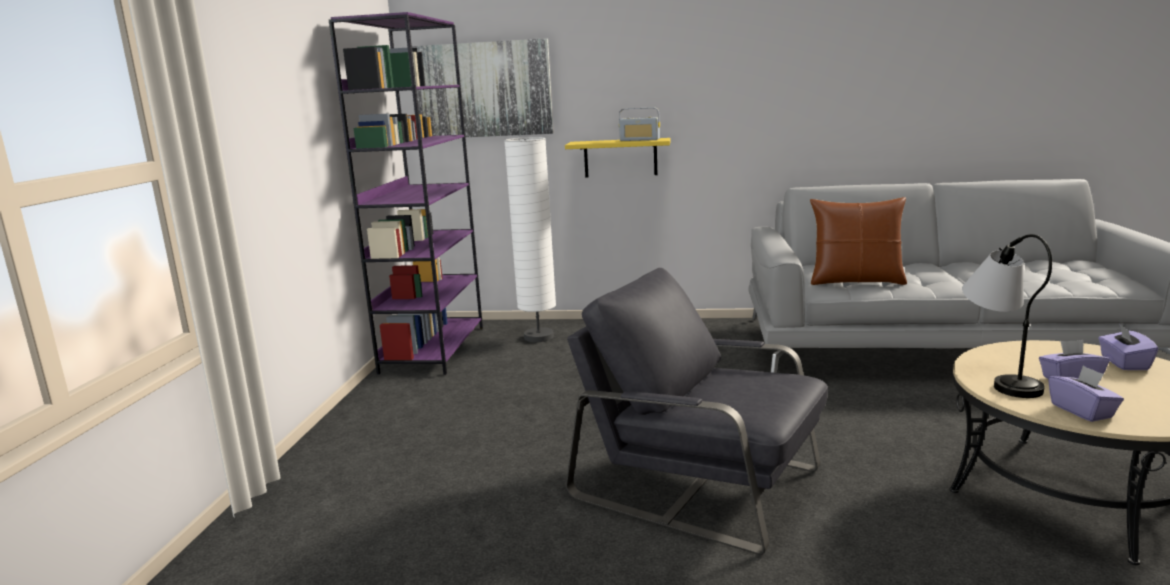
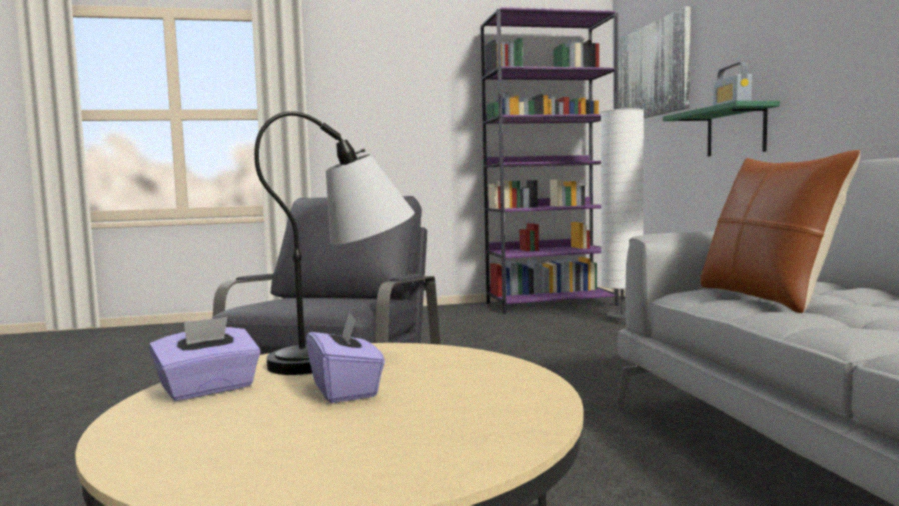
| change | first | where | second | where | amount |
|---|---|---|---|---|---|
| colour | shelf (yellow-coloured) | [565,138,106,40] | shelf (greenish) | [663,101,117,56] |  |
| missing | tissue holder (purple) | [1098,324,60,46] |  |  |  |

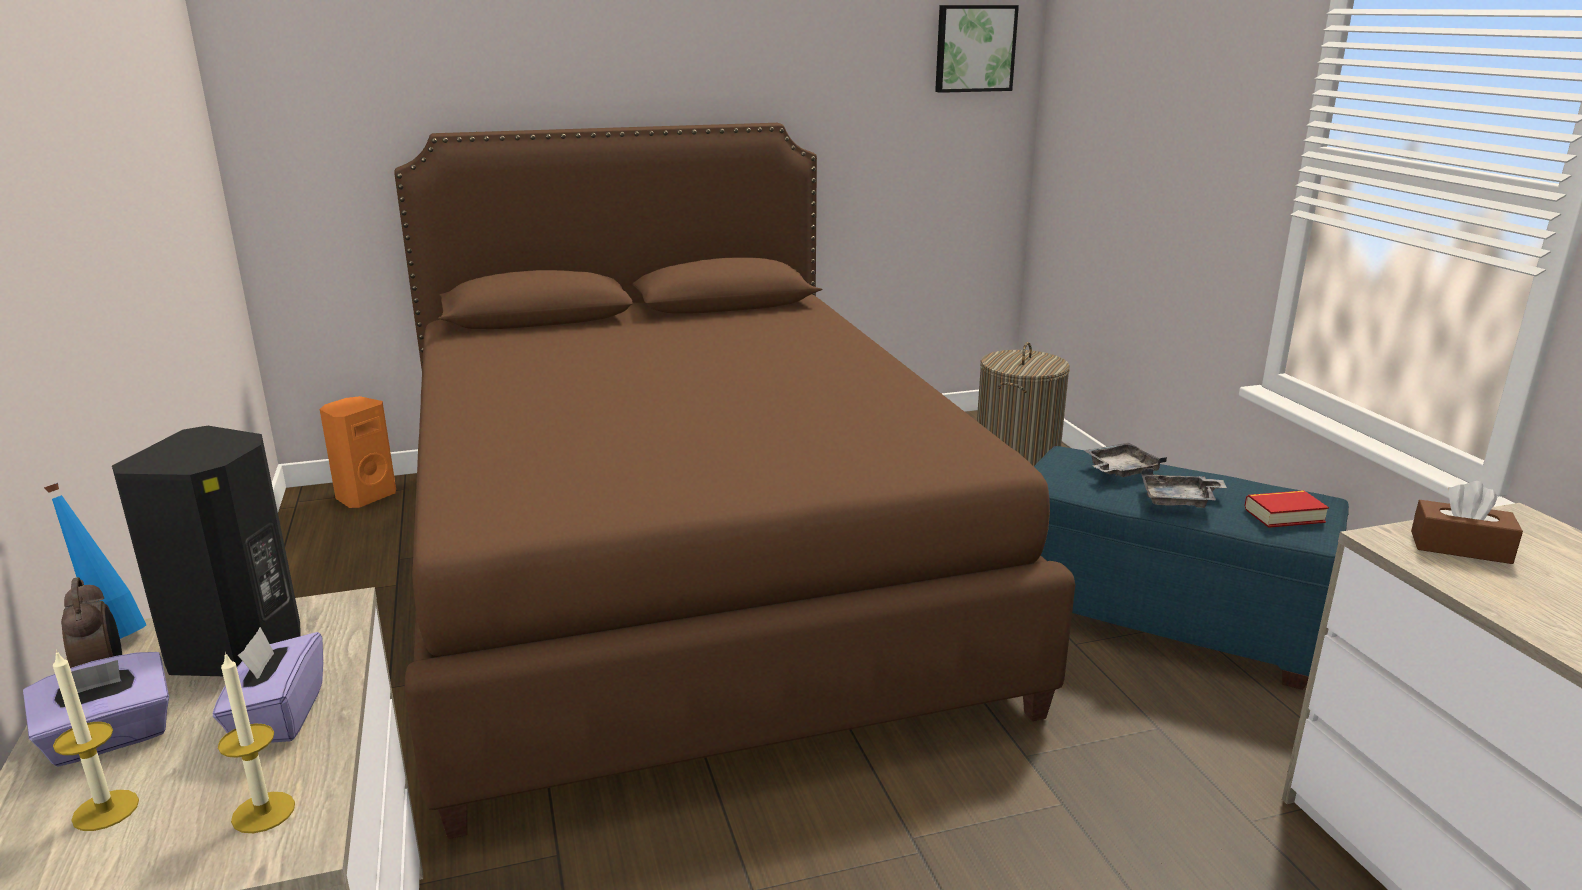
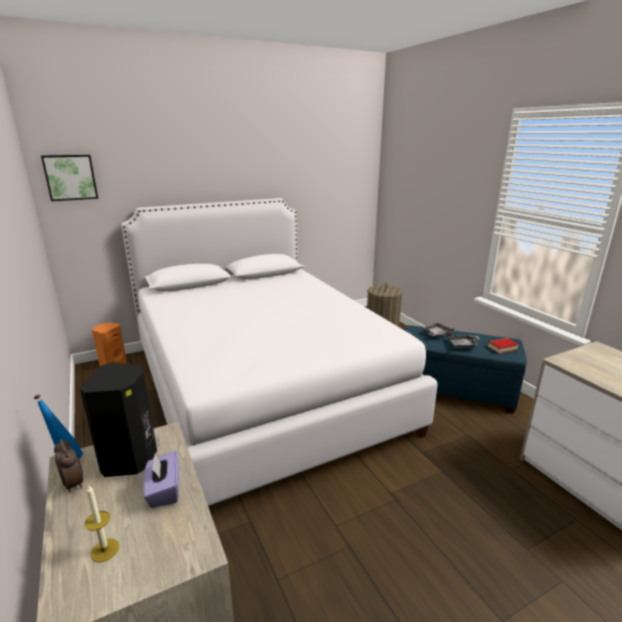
| change | first | where | second | where | amount |
|---|---|---|---|---|---|
| relocated | picture | [935,5,84,88] |  | [41,155,57,46] |  |
| colour | bed (brownish) | [394,123,681,716] | bed (whitish) | [121,198,317,309] |  |
| missing | tissue holder (purple) | [23,652,146,115] |  |  |  |
| missing | candle | [218,652,77,181] |  |  |  |
| missing | tissue holder (brownish) | [1411,481,112,83] |  |  |  |

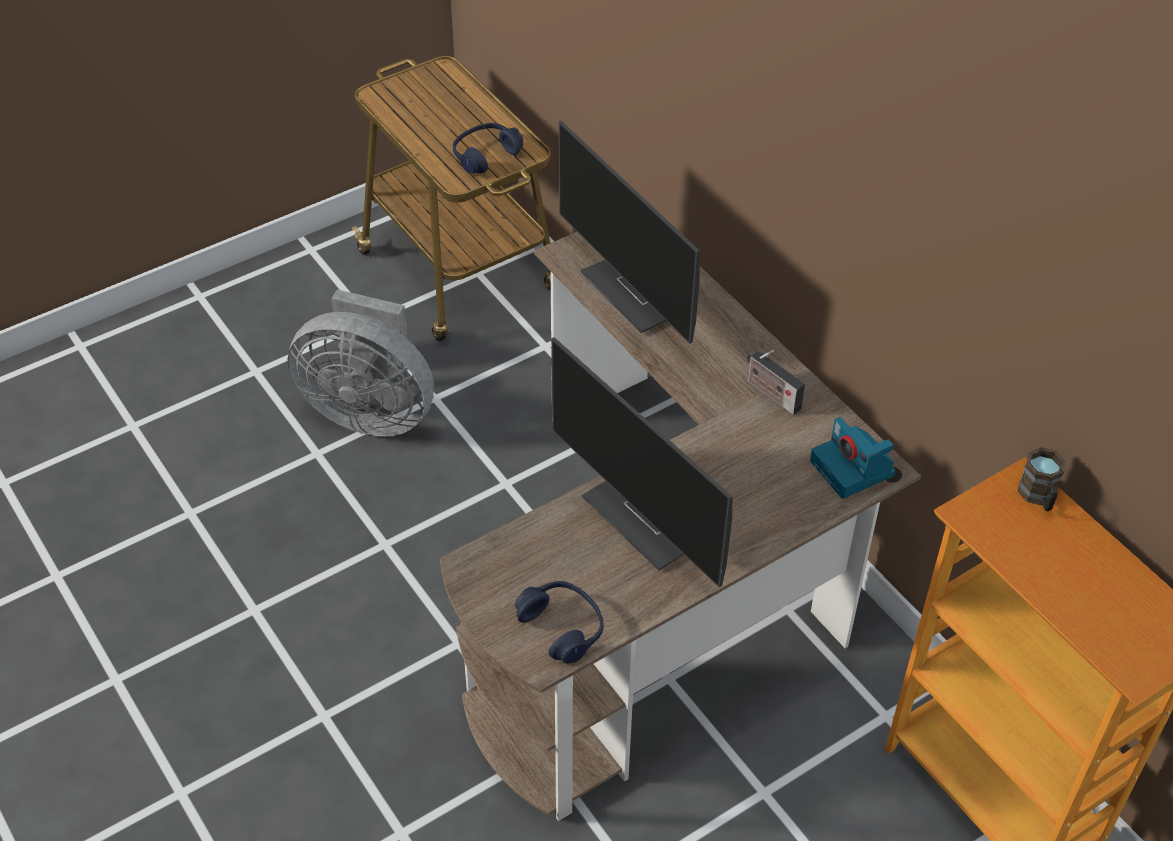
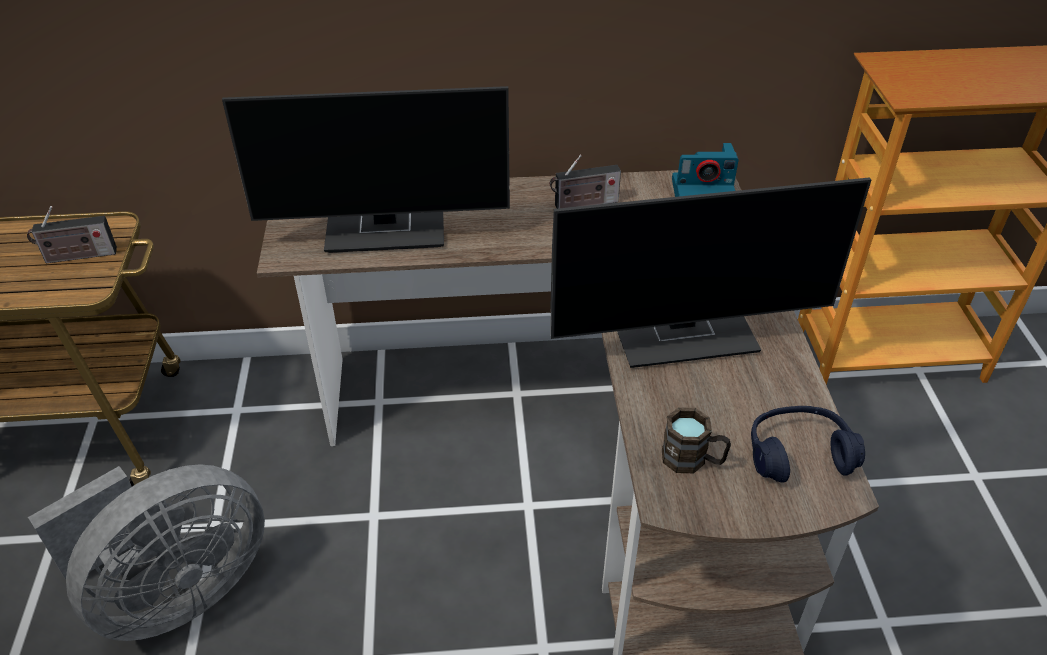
| change | first | where | second | where | amount |
|---|---|---|---|---|---|
| exchanged | headphones (bluish) | [453,123,70,51] | radio receiver | [27,206,90,57] |  |
| relocated | tea mug (brownish) | [1018,447,48,64] |  | [662,407,69,66] |  |

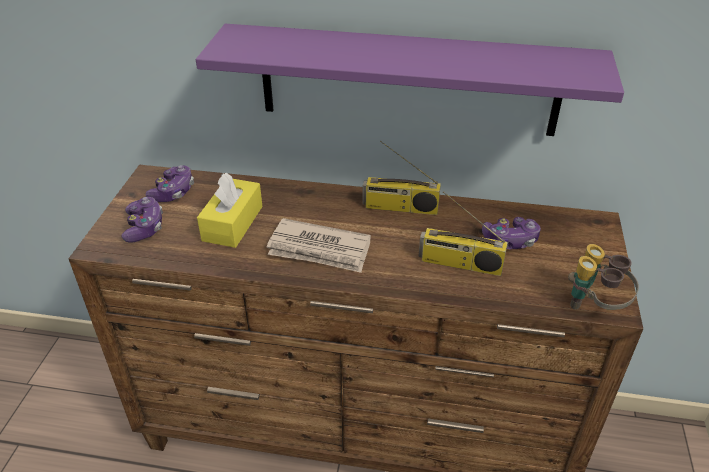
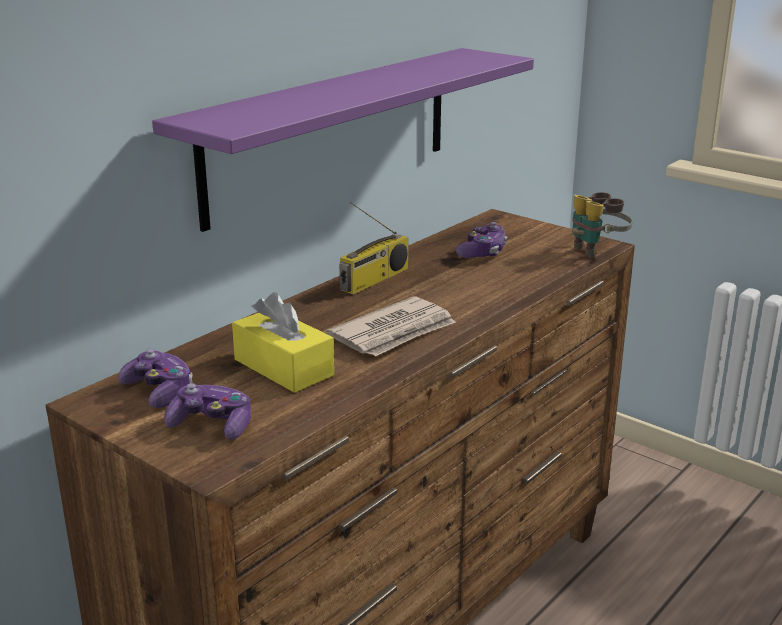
| change | first | where | second | where | amount |
|---|---|---|---|---|---|
| missing | radio receiver | [419,191,89,85] |  |  |  |

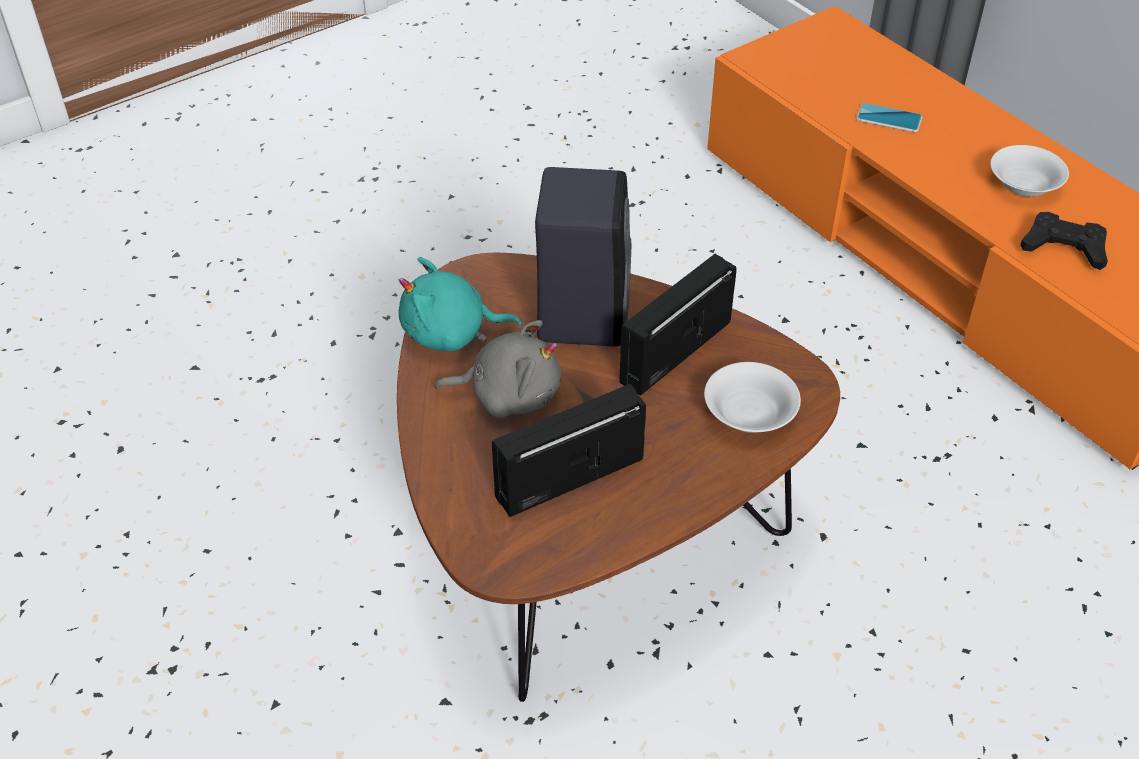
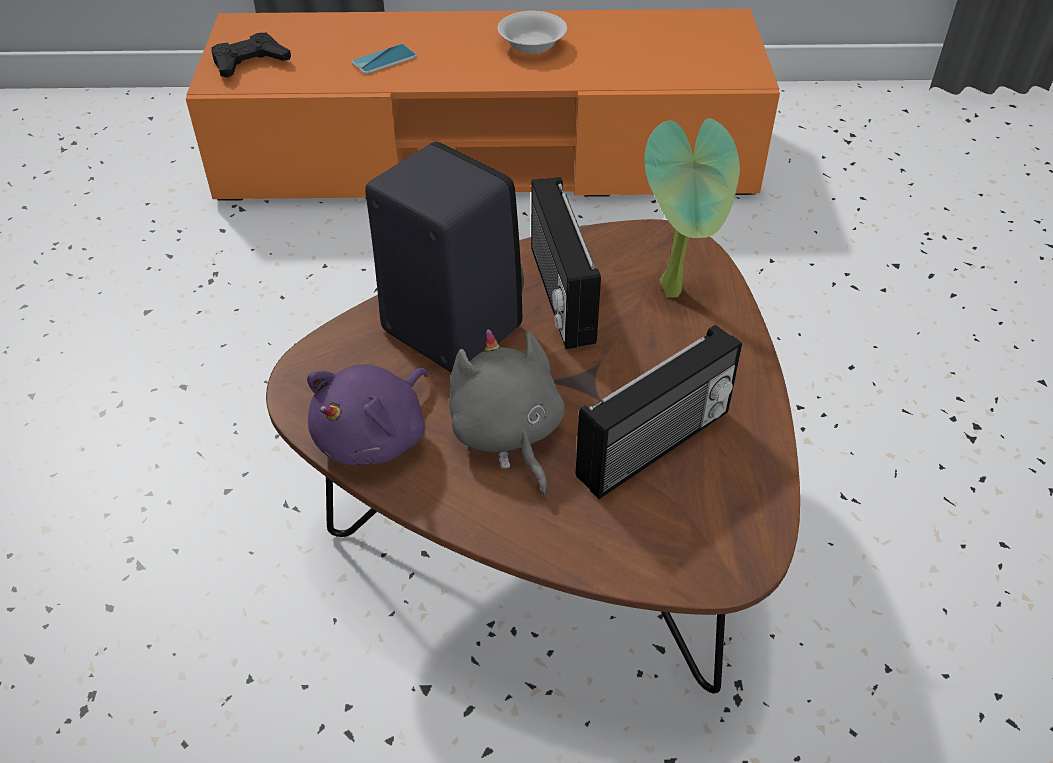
| change | first | where | second | where | amount |
|---|---|---|---|---|---|
| relocated | joypad (black-coloured) | [1020,212,88,58] |  | [211,33,80,45] |  |
| colour | plush toy (turquoise) | [399,257,123,94] | plush toy (purple) | [307,364,121,102] |  |
| spun | plush toy (grey) | [435,320,126,98] |  | [449,329,116,166] | 60 degrees counterclockwise |
| spun | radio receiver | [492,384,154,133] |  | [576,325,166,174] | 135 degrees counterclockwise |
| exchanged | serving bowl (whitish) | [704,362,97,71] | houseplant | [644,118,96,179] |  |

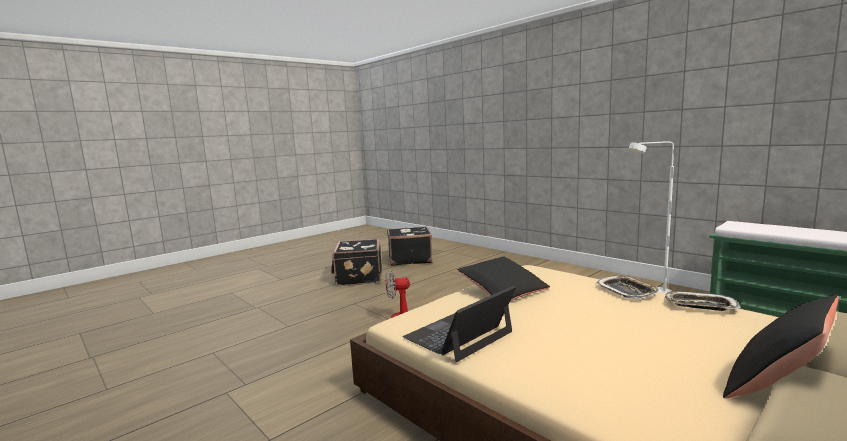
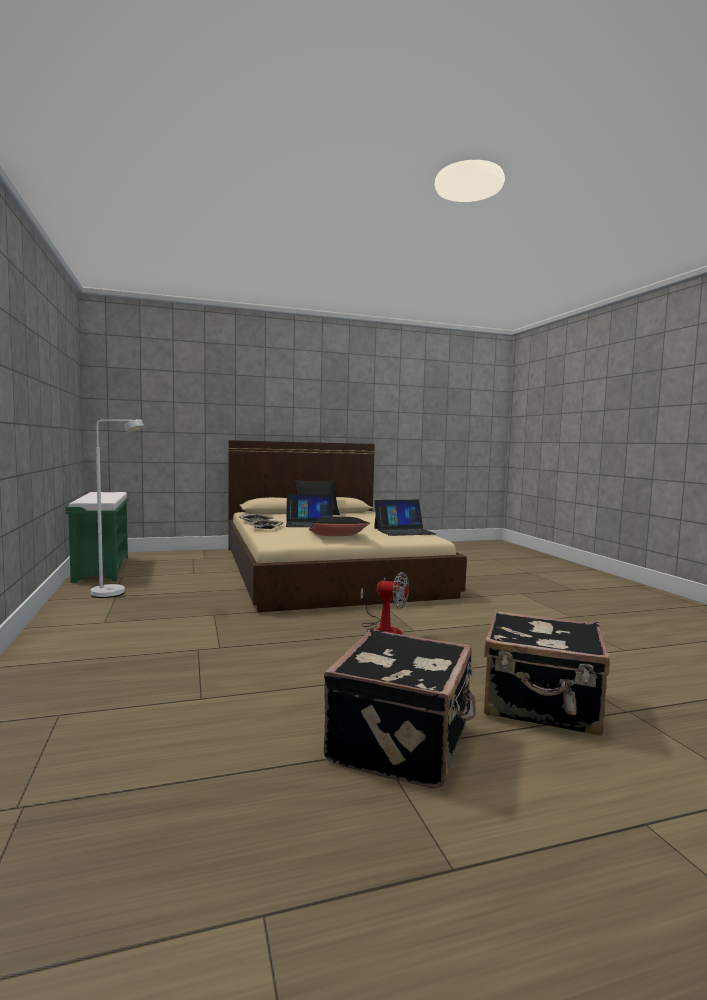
| change | first | where | second | where | amount |
|---|---|---|---|---|---|
| appeared |  |  | notebook computer | [286,494,47,33] |  |
| relocated | piece of luggage (black-coloured) | [387,226,45,40] |  | [484,610,126,126] |  |

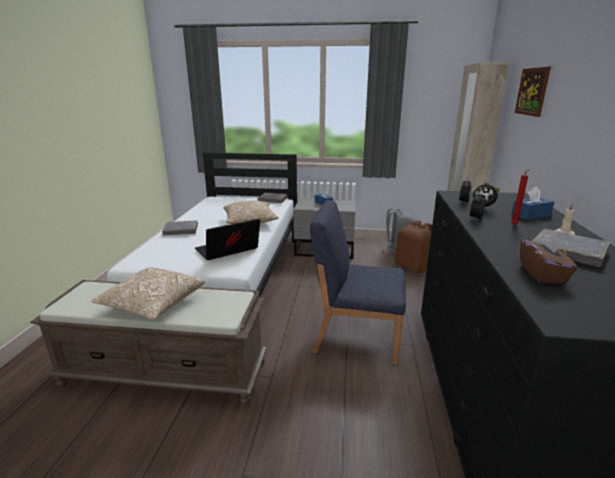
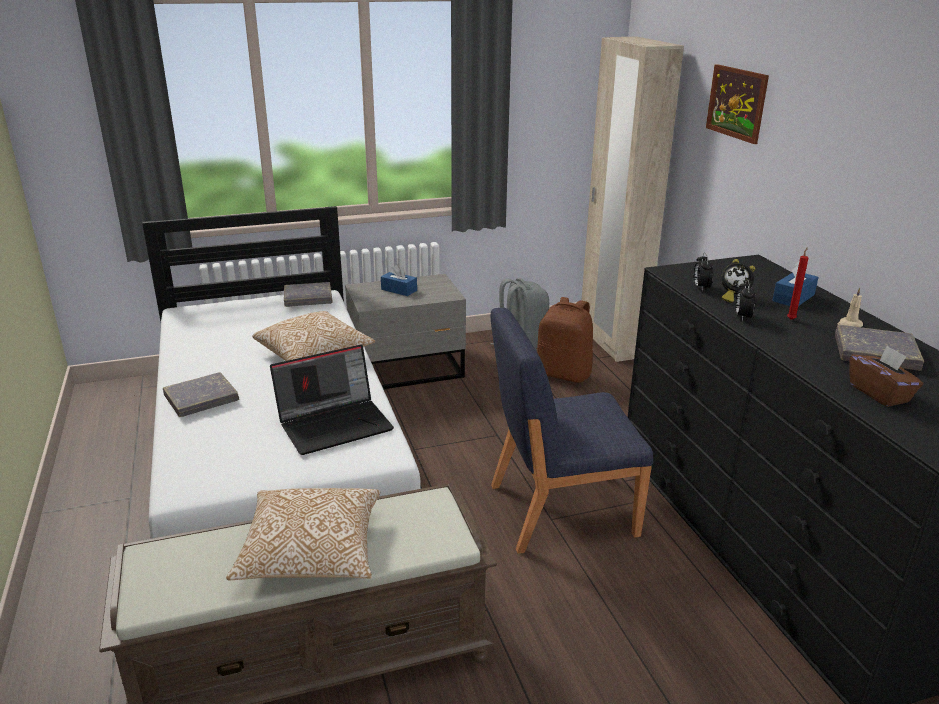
| change | first | where | second | where | amount |
|---|---|---|---|---|---|
| spun | notebook computer | [195,219,65,41] |  | [270,344,124,111] | 150 degrees counterclockwise |

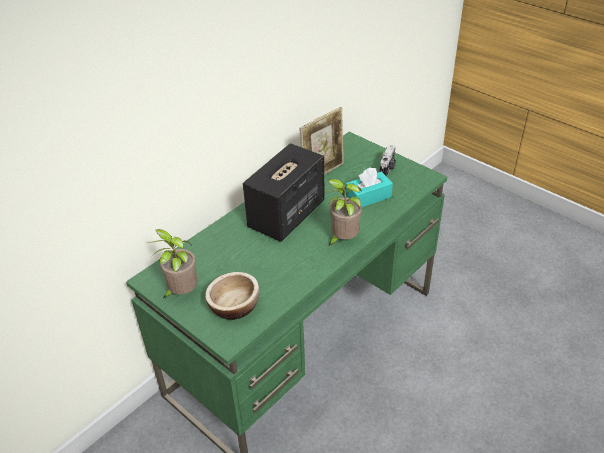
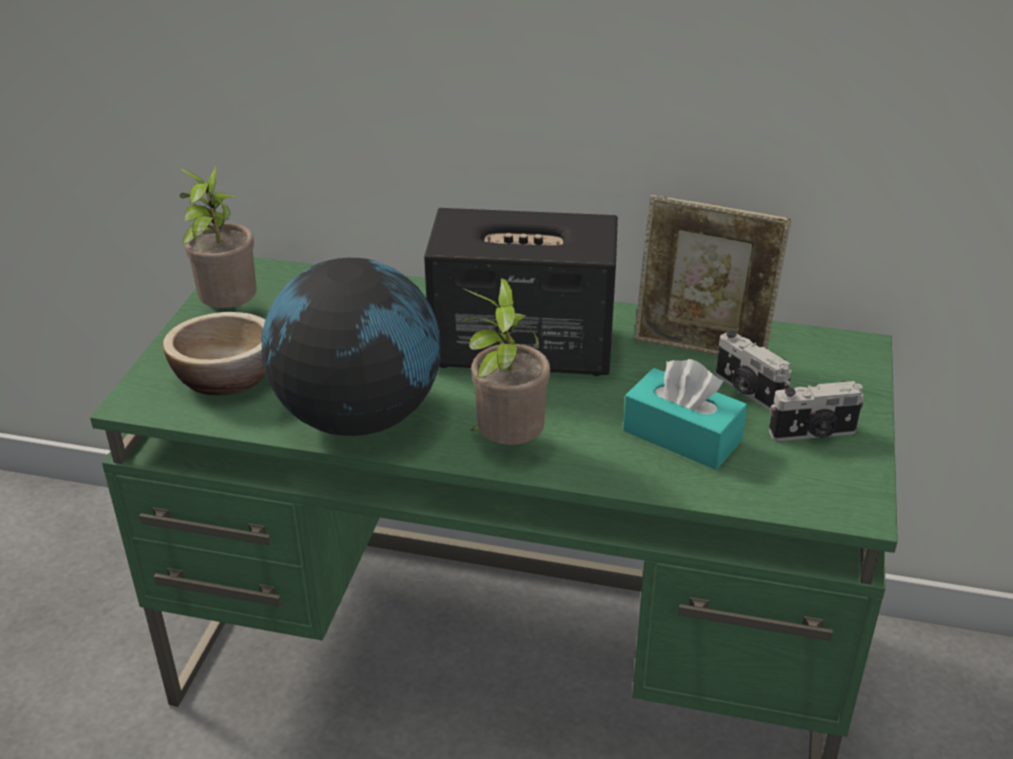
| change | first | where | second | where | amount |
|---|---|---|---|---|---|
| appeared |  |  | globe | [262,258,179,178] |  |
| appeared |  |  | still camera | [716,330,76,82] |  |

